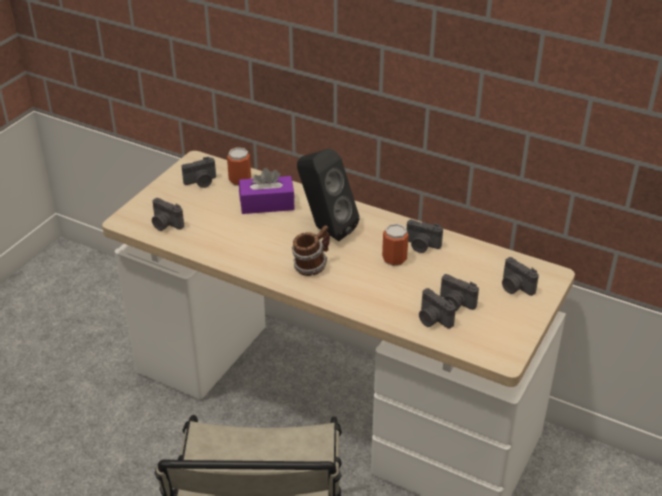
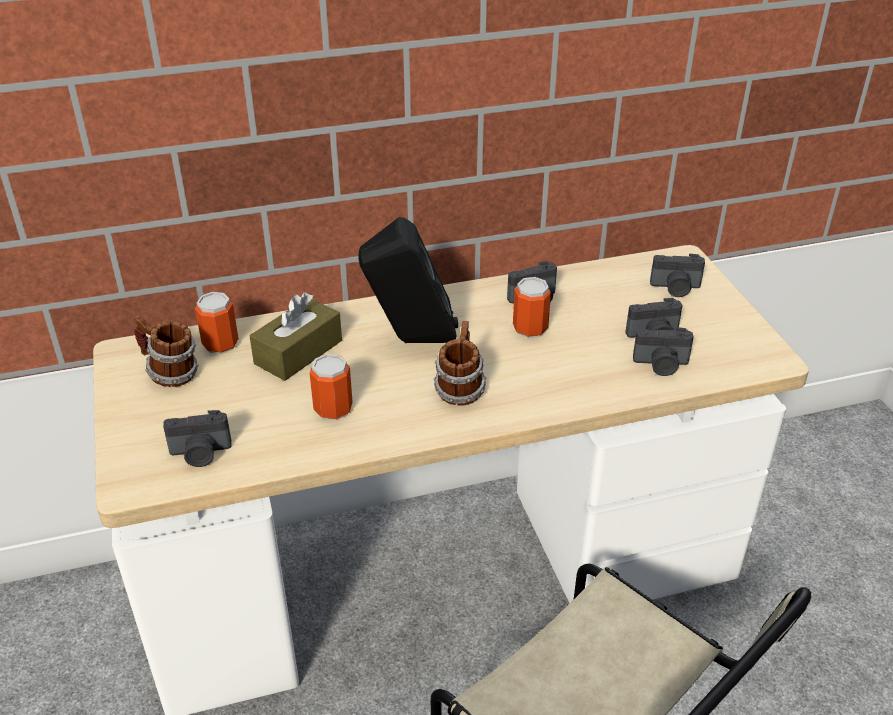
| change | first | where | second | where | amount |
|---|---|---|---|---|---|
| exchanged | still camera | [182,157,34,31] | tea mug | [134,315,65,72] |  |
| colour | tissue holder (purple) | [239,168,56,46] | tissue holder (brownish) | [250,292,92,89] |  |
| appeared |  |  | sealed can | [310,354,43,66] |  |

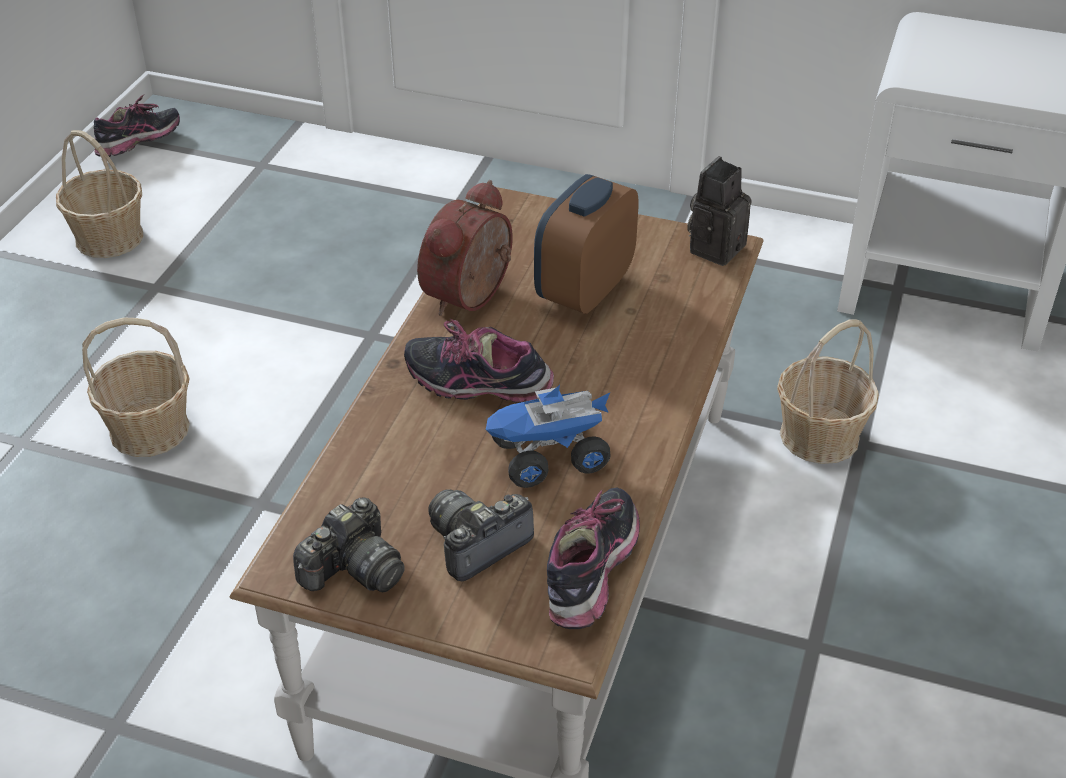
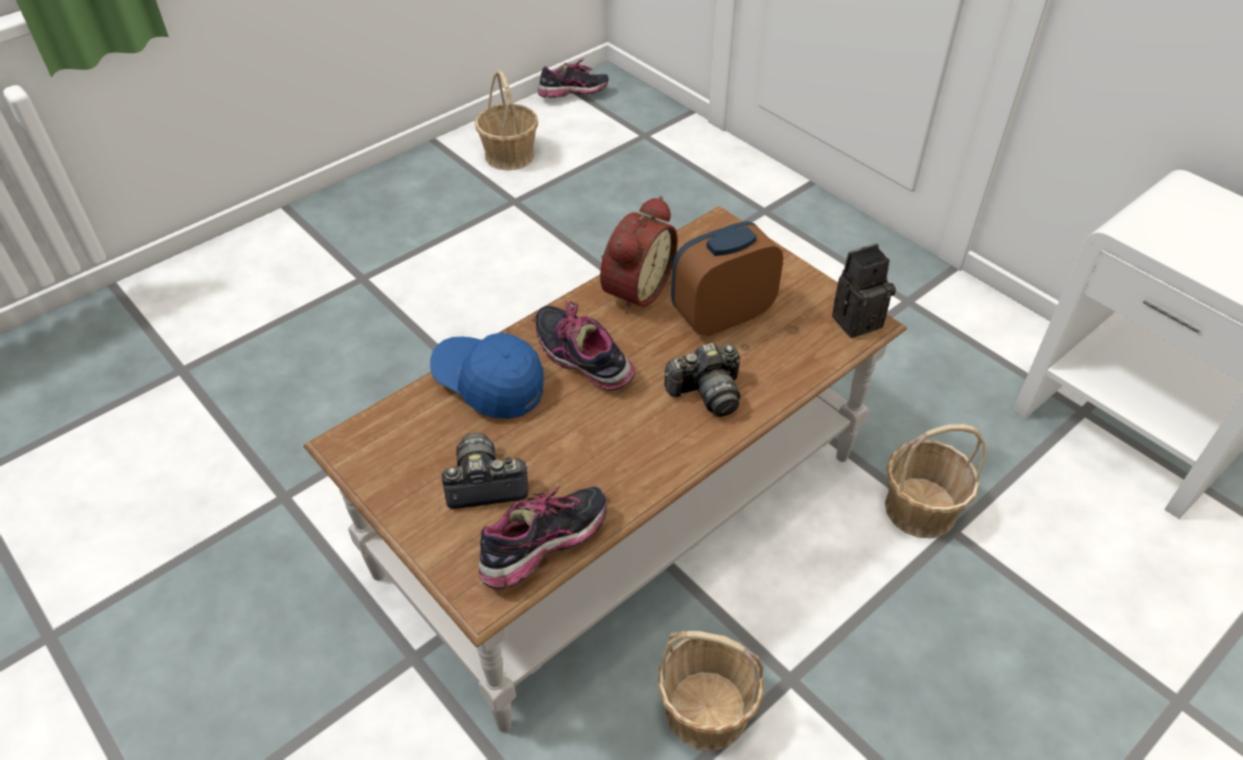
| change | first | where | second | where | amount |
|---|---|---|---|---|---|
| appeared |  |  | cap (bluish) | [430,332,114,87] |  |
| spun | bedside clock | [417,180,96,136] |  | [600,196,78,118] | 150 degrees clockwise |
| relocated | household basket | [82,318,108,139] |  | [658,631,106,121] |  |
| relocated | still camera | [293,497,111,95] |  | [664,343,76,74] |  |
| missing | toy truck | [486,385,124,103] |  |  |  |

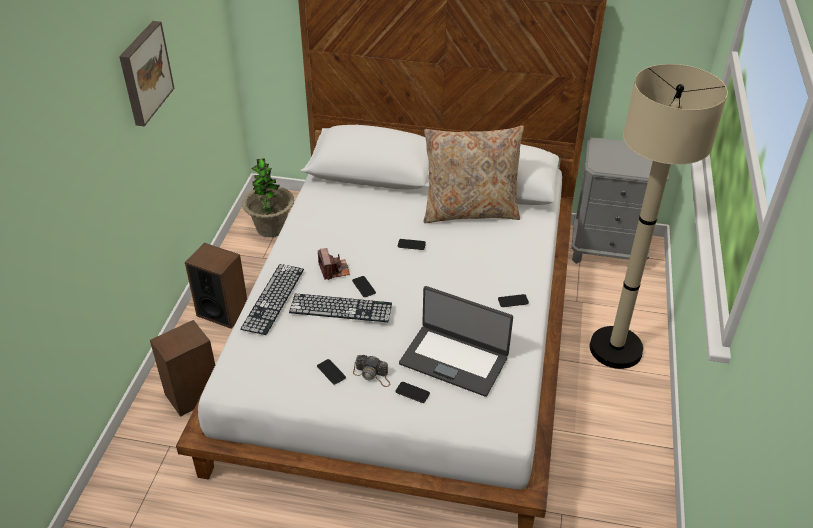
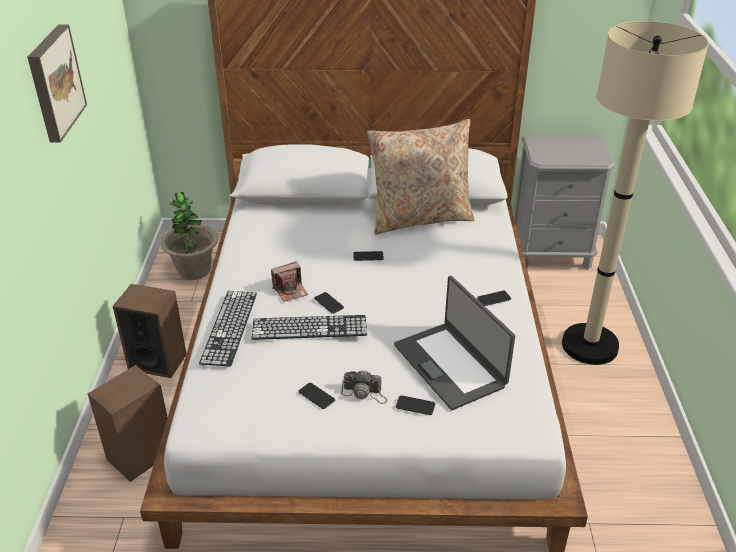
| change | first | where | second | where | amount |
|---|---|---|---|---|---|
| spun | still camera | [318,248,32,32] |  | [271,261,37,41] | 90 degrees clockwise |
| spun | notebook computer | [399,286,114,111] |  | [394,276,121,134] | 45 degrees clockwise |

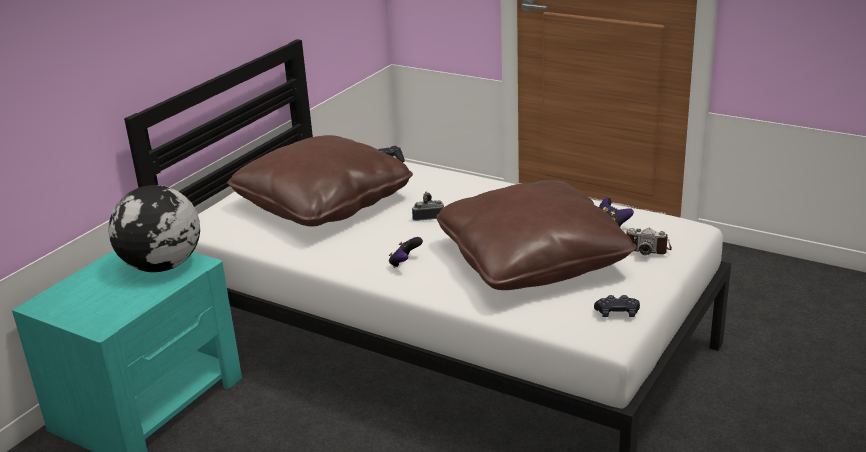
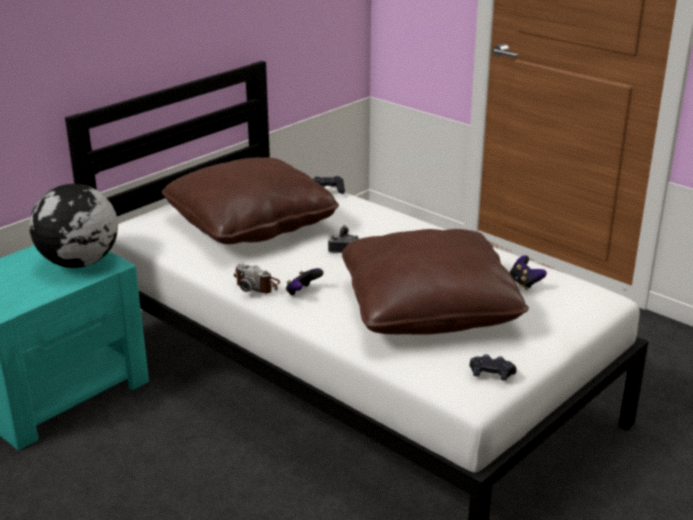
| change | first | where | second | where | amount |
|---|---|---|---|---|---|
| relocated | still camera | [626,228,46,27] |  | [233,264,47,30] |  |

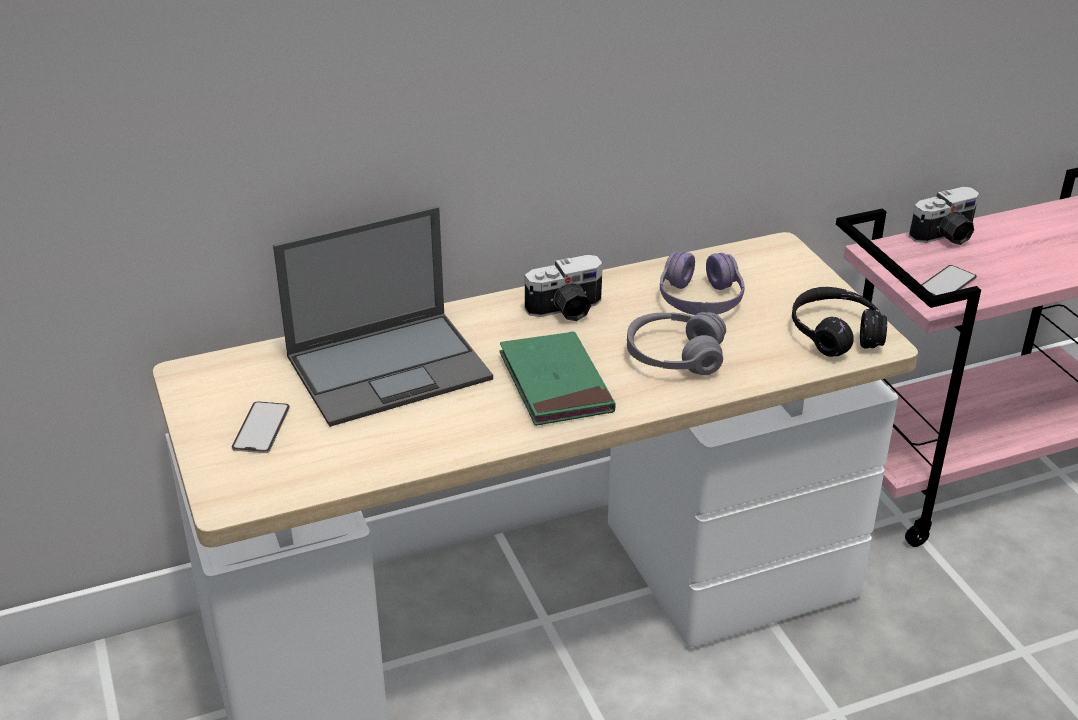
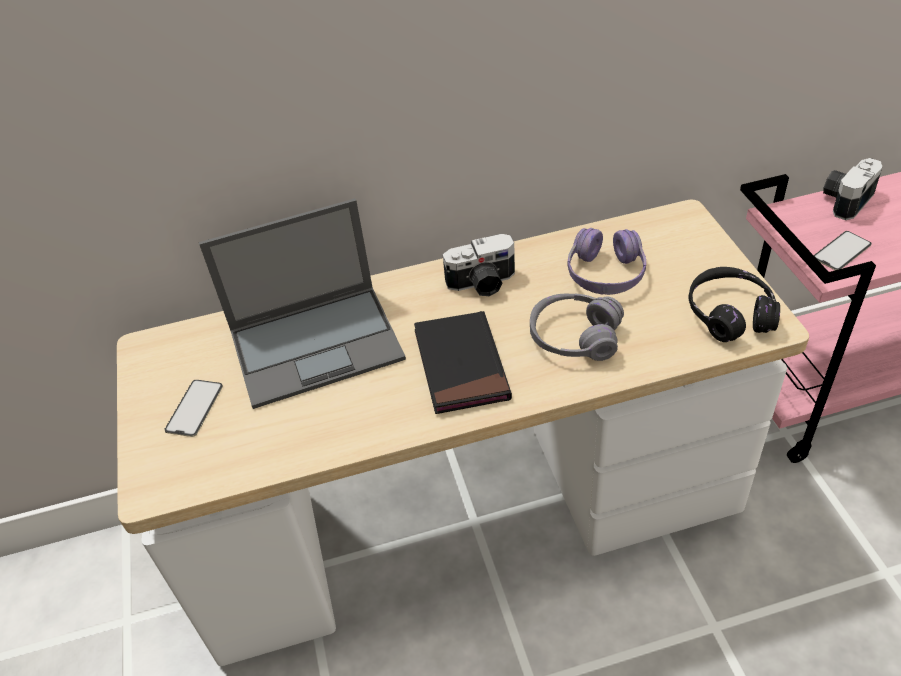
| change | first | where | second | where | amount |
|---|---|---|---|---|---|
| colour | book (greenish) | [499,331,117,95] | book (black-coloured) | [414,311,98,103] |  |
| spun | still camera | [909,187,70,58] |  | [823,158,59,62] | 150 degrees clockwise |

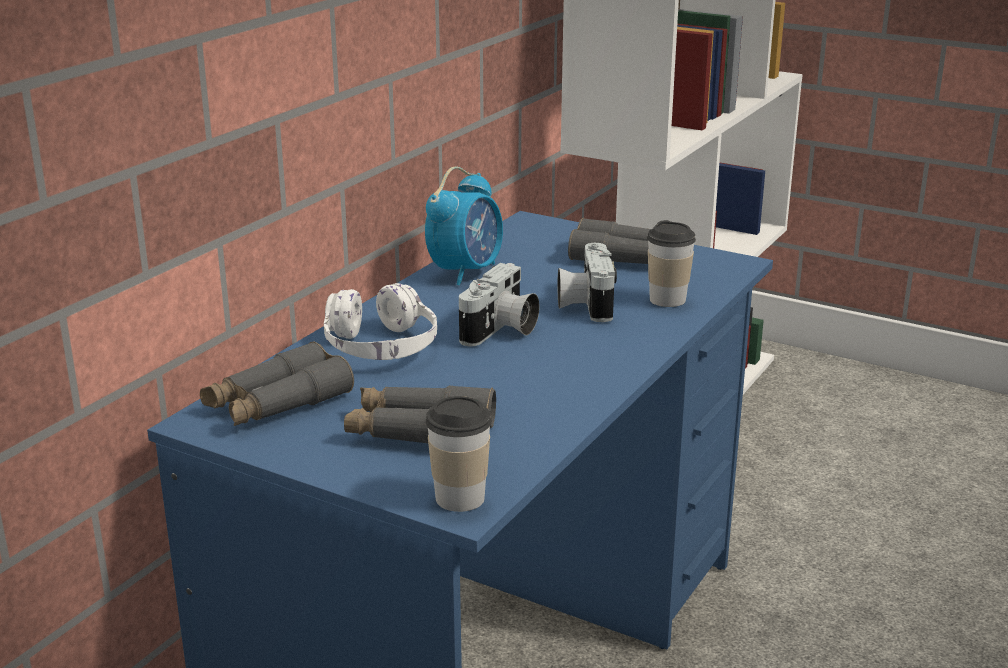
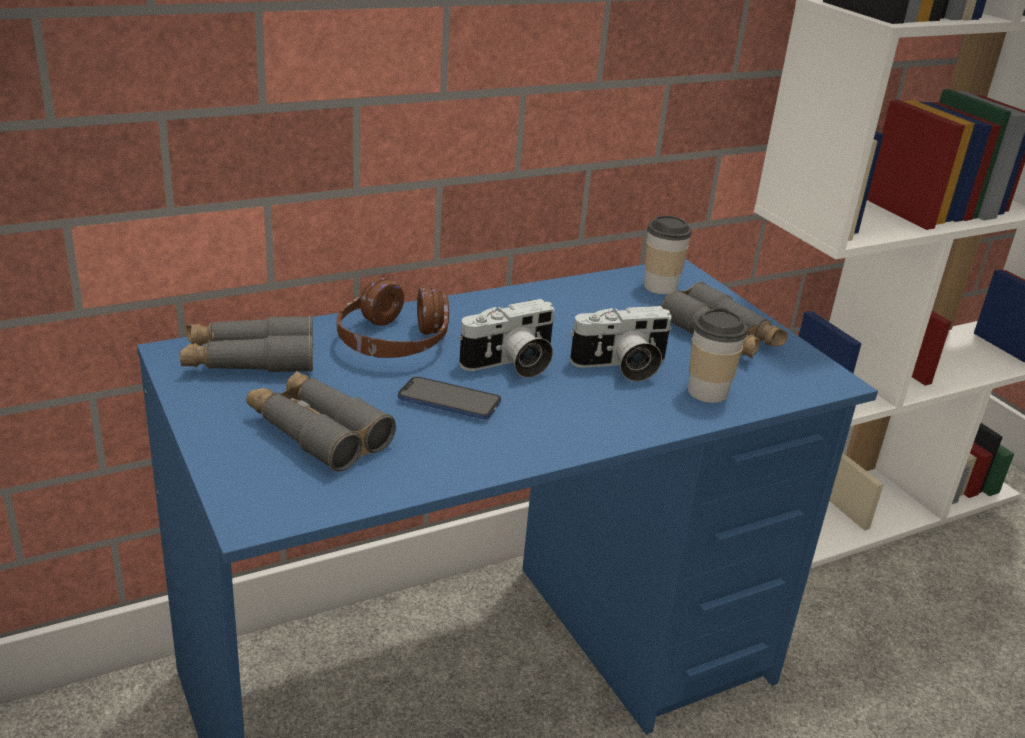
| change | first | where | second | where | amount |
|---|---|---|---|---|---|
| colour | headphones (whitish) | [324,283,113,77] | headphones (brownish) | [337,278,112,80] |  |
| appeared |  |  | handset | [398,377,103,42] |  |
| spun | still camera | [557,243,60,79] |  | [570,306,102,75] | 135 degrees counterclockwise |
| relocated | small cup | [426,396,66,116] |  | [644,216,48,79] |  |
| missing | bedside clock | [425,166,78,120] |  |  |  |

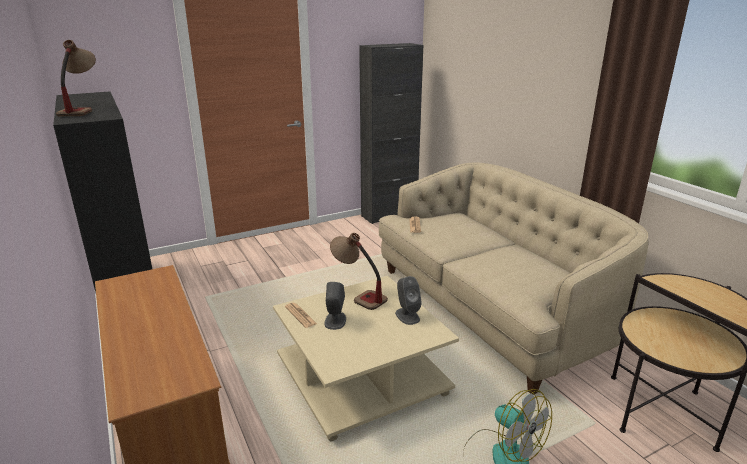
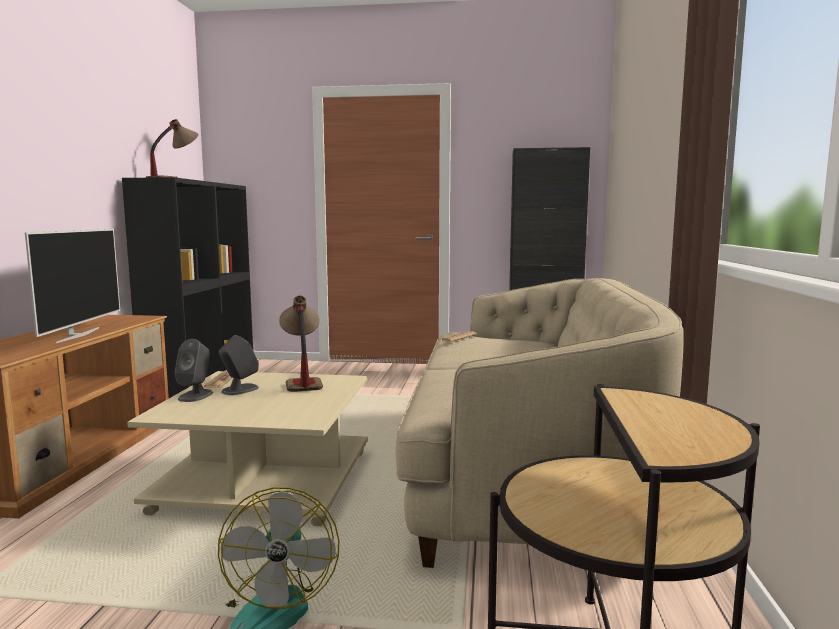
| change | first | where | second | where | amount |
|---|---|---|---|---|---|
| appeared |  |  | TV | [25,229,95,114] |  |
| relocated | audio speaker (grey) | [395,276,27,49] |  | [174,339,39,63] |  |

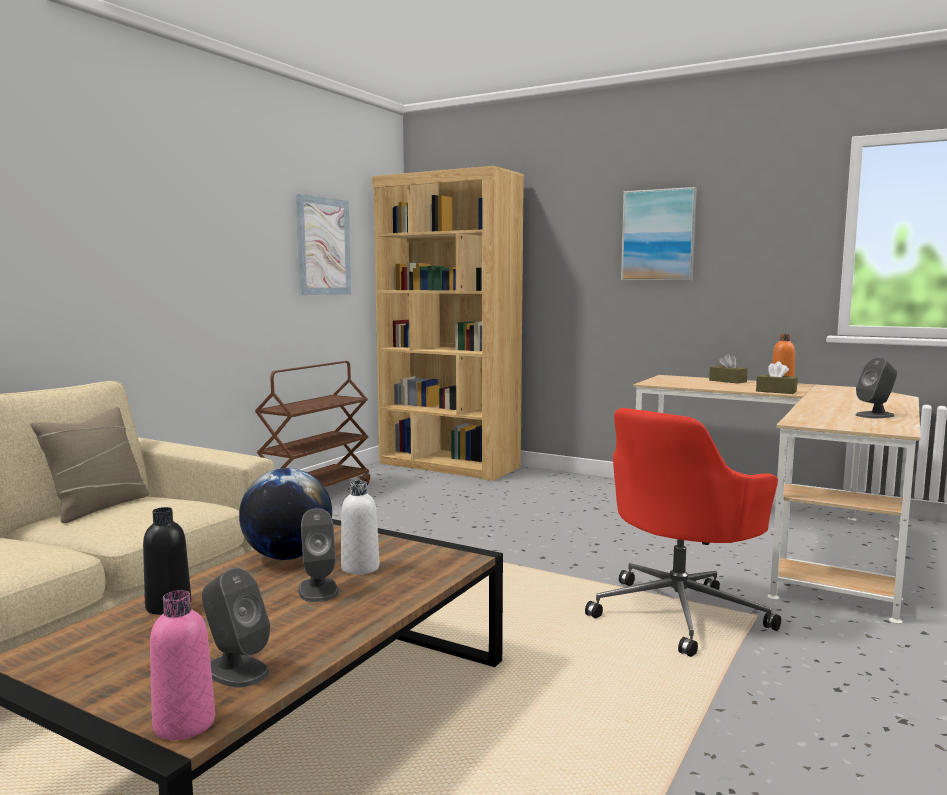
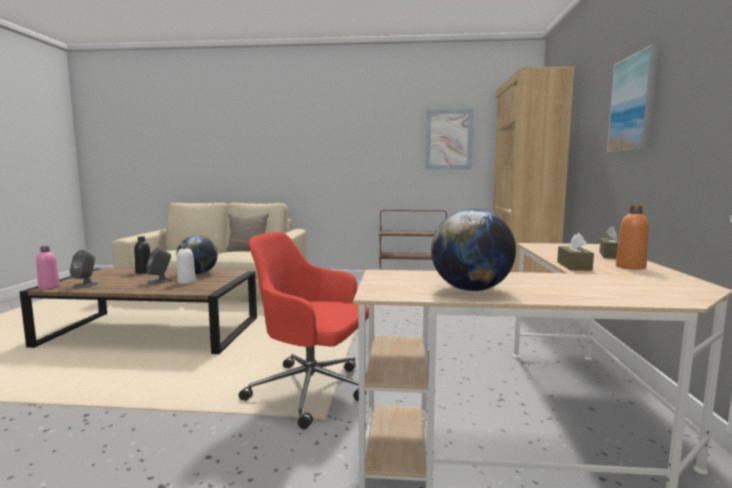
| change | first | where | second | where | amount |
|---|---|---|---|---|---|
| exchanged | audio speaker (grey) | [856,357,41,61] | globe | [431,208,85,83] |  |

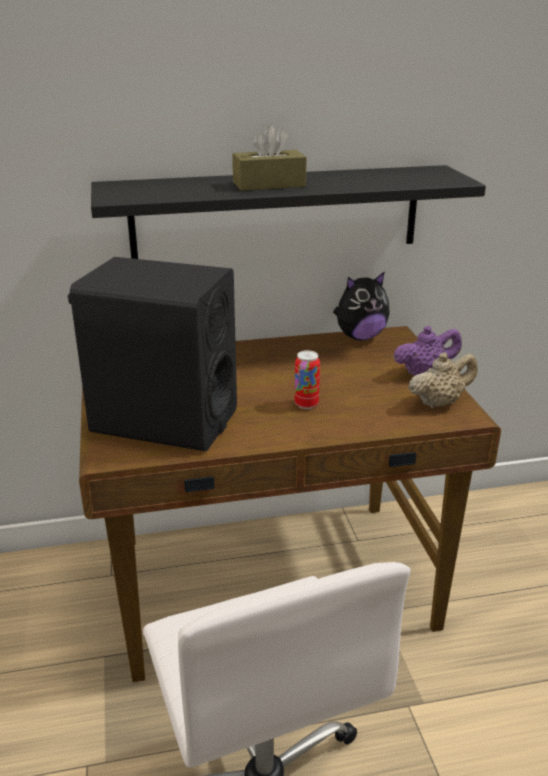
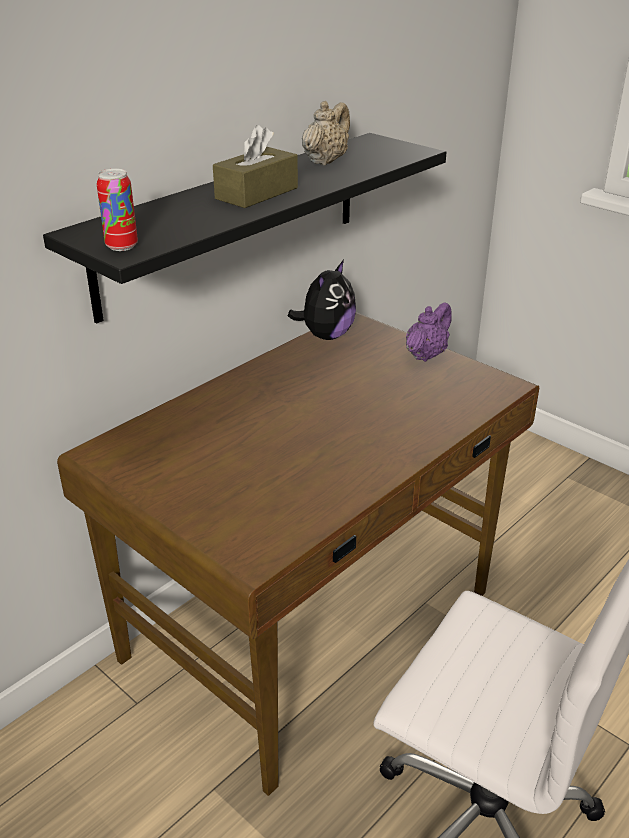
| change | first | where | second | where | amount |
|---|---|---|---|---|---|
| relocated | sealed can | [295,350,25,59] |  | [97,169,41,82] |  |
| relocated | tea pot (sand-coloured) | [408,352,69,56] |  | [302,101,48,65] |  |
| missing | audio speaker (black-coloured) | [67,257,170,194] |  |  |  |

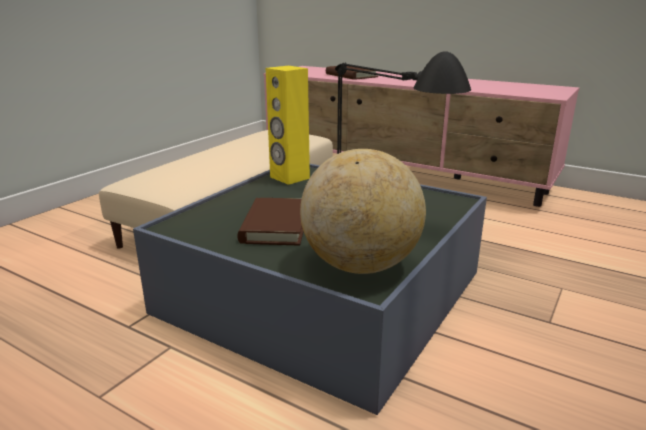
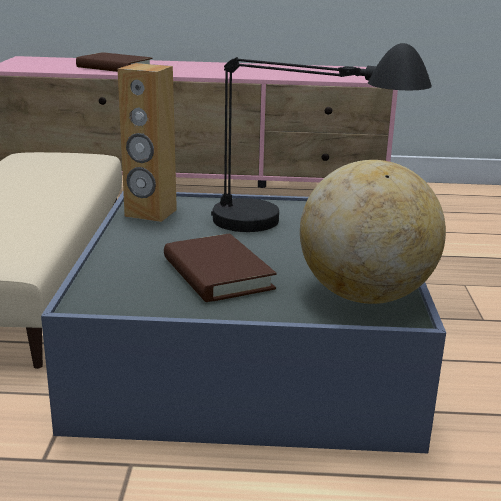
| change | first | where | second | where | amount |
|---|---|---|---|---|---|
| colour | audio speaker (yellow-coloured) | [266,66,44,119] | audio speaker (brownish) | [118,63,59,159] |  |

